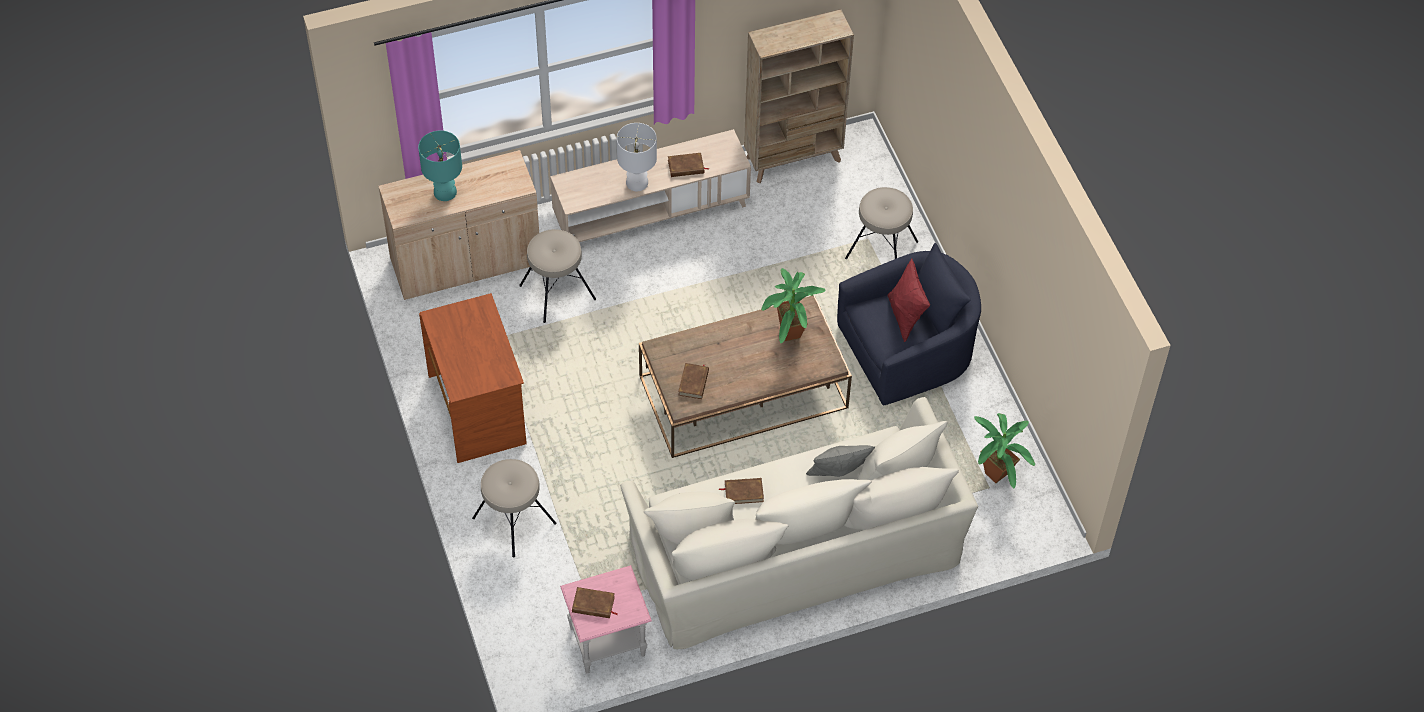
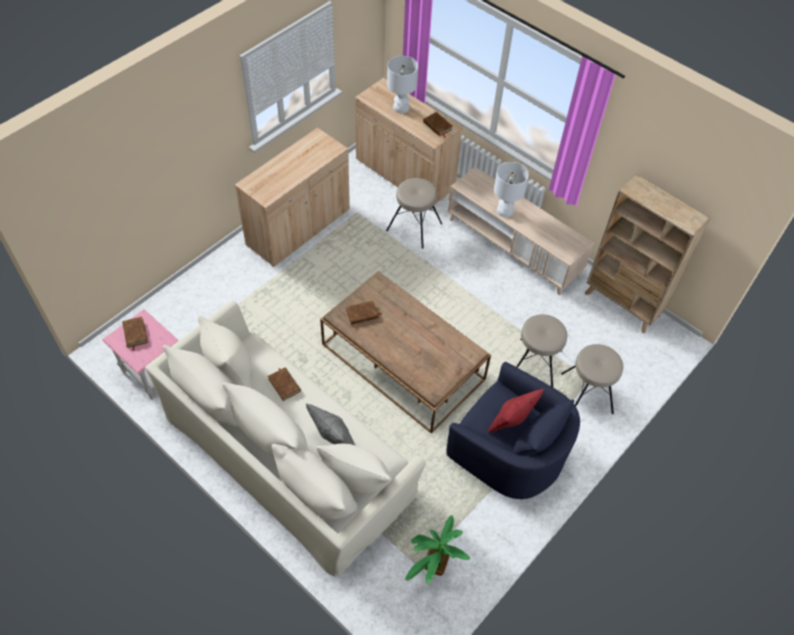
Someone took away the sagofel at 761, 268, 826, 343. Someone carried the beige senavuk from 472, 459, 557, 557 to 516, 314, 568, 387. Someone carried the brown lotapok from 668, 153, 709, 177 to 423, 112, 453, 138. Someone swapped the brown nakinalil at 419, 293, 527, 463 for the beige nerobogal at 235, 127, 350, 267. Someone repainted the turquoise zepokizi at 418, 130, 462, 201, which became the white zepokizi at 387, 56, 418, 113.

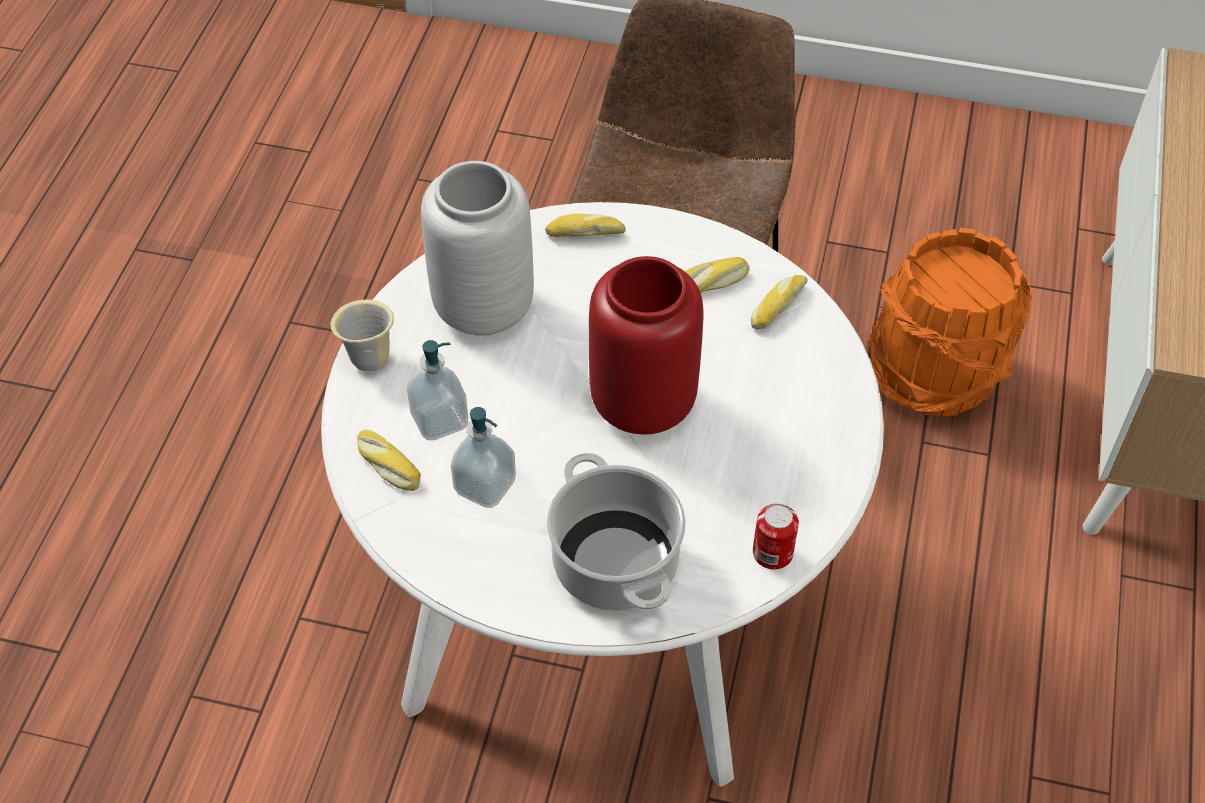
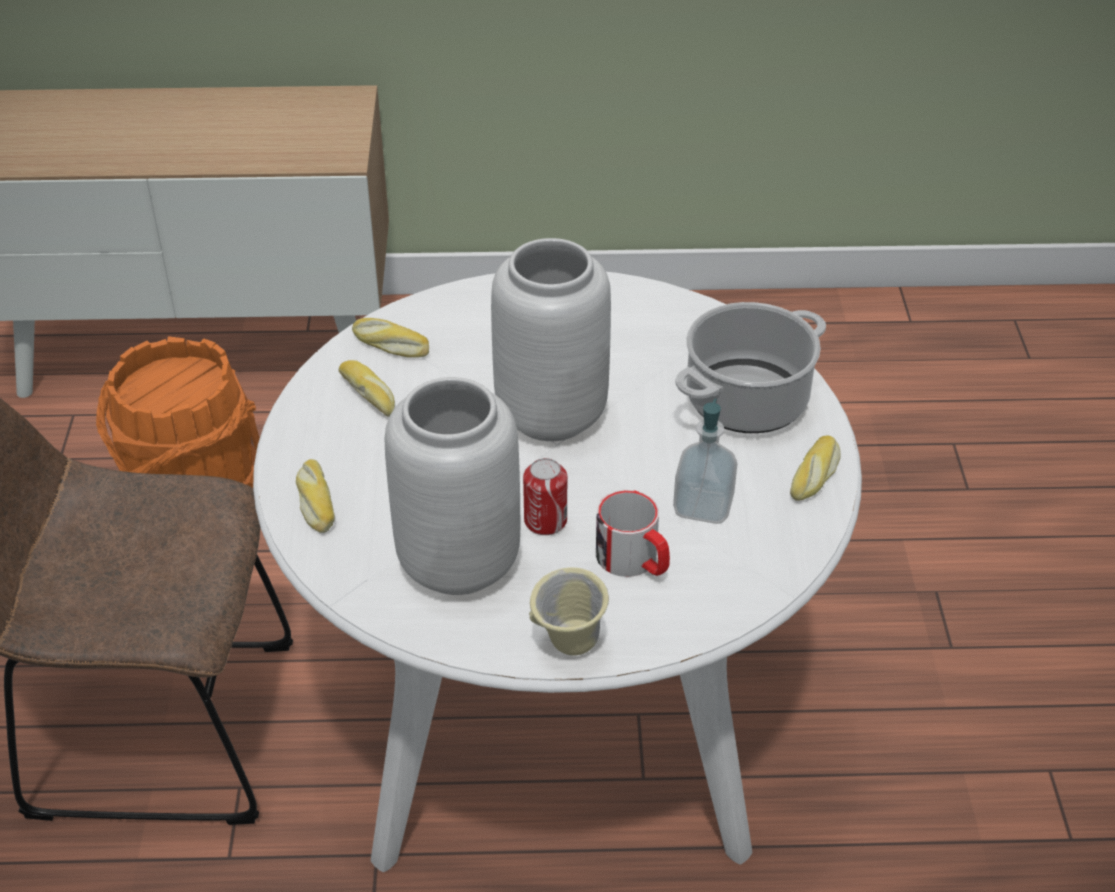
Someone carried the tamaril from 357, 430, 421, 491 to 790, 436, 841, 501. Someone carried the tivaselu from 753, 504, 799, 569 to 523, 458, 567, 535. Someone swapped the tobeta at 407, 340, 468, 440 for the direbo at 596, 490, 670, 577. Someone repainted the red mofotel at 589, 256, 703, 435, which became the grey mofotel at 491, 238, 611, 441.

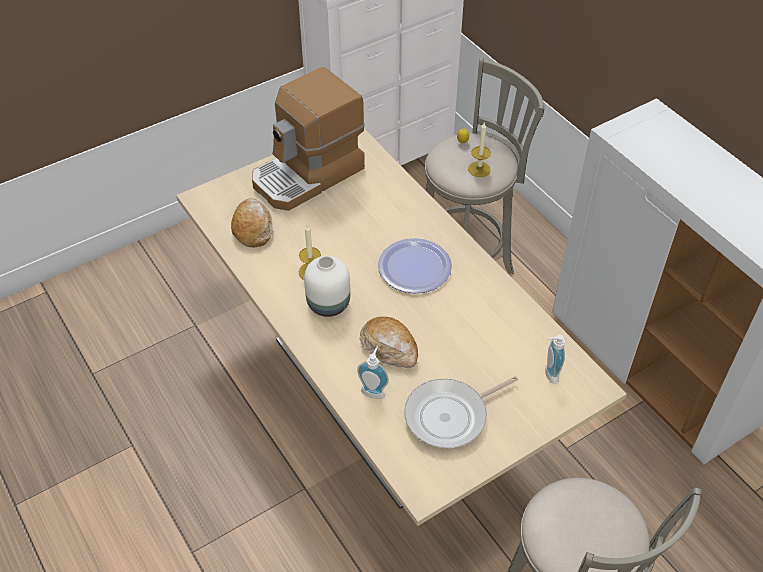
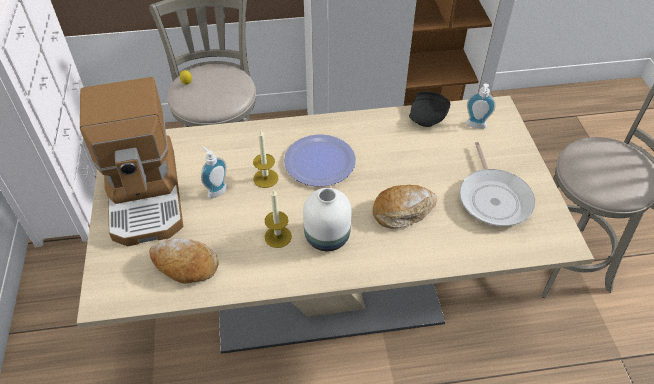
Someone put down the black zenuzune at 409, 91, 450, 127. Someone carried the tobeta from 357, 346, 389, 399 to 201, 146, 228, 198. Someone carried the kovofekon from 468, 123, 491, 177 to 253, 129, 278, 188.

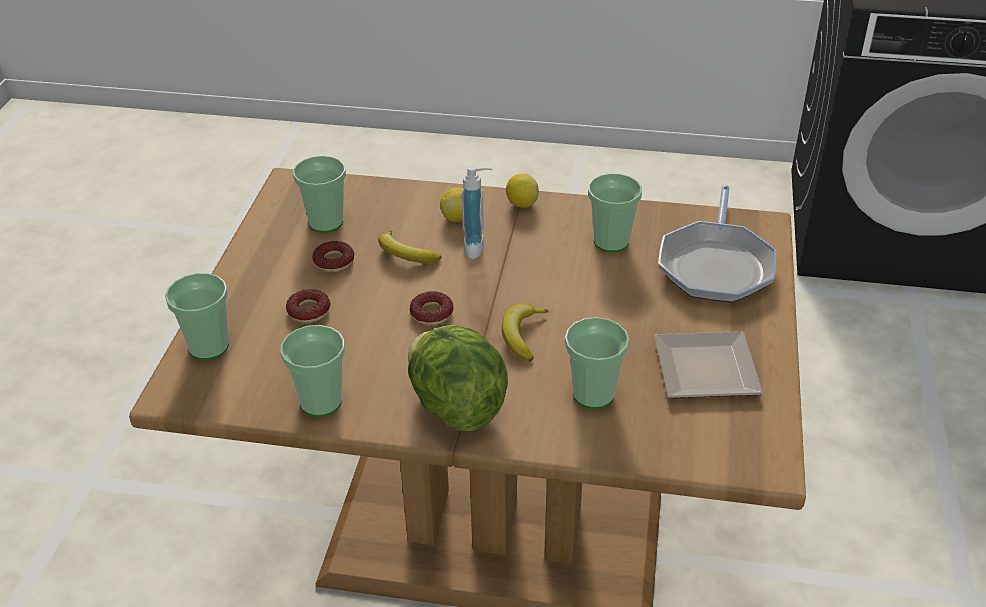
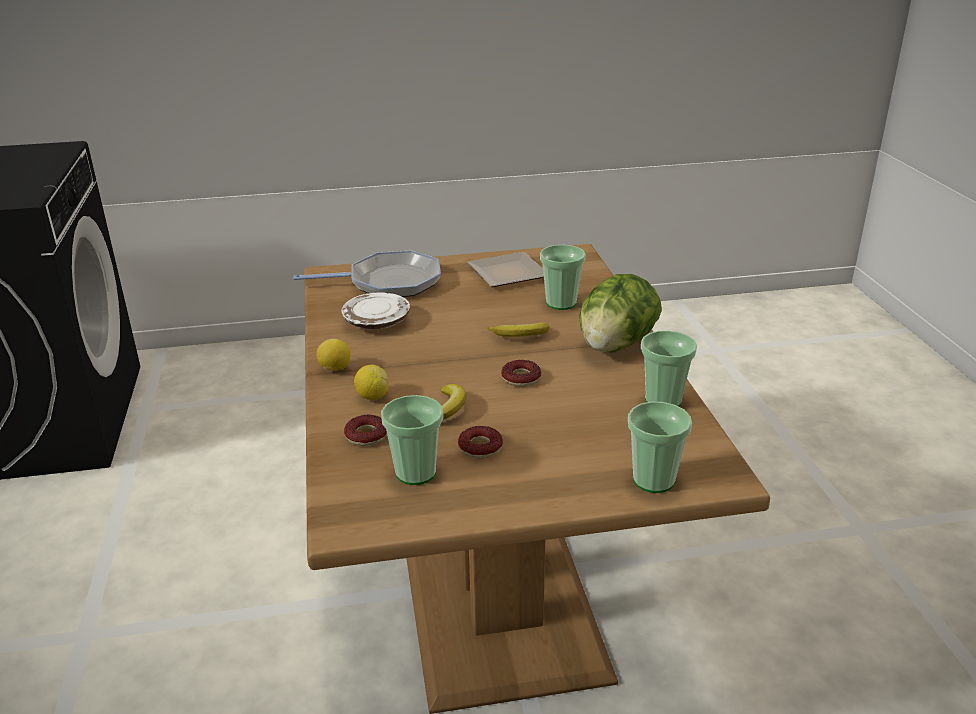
Someone took away the tobeta at 462, 165, 493, 259. Someone carried the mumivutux from 286, 289, 331, 323 to 344, 415, 387, 446. Someone swapped the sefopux at 588, 173, 642, 252 for the white zenuzune at 342, 292, 410, 330.

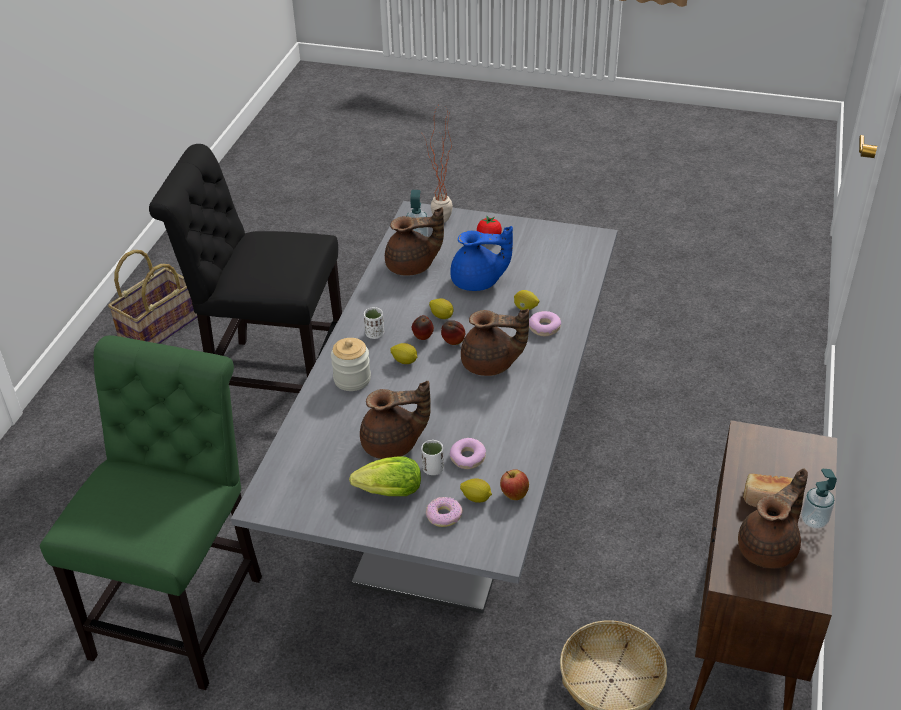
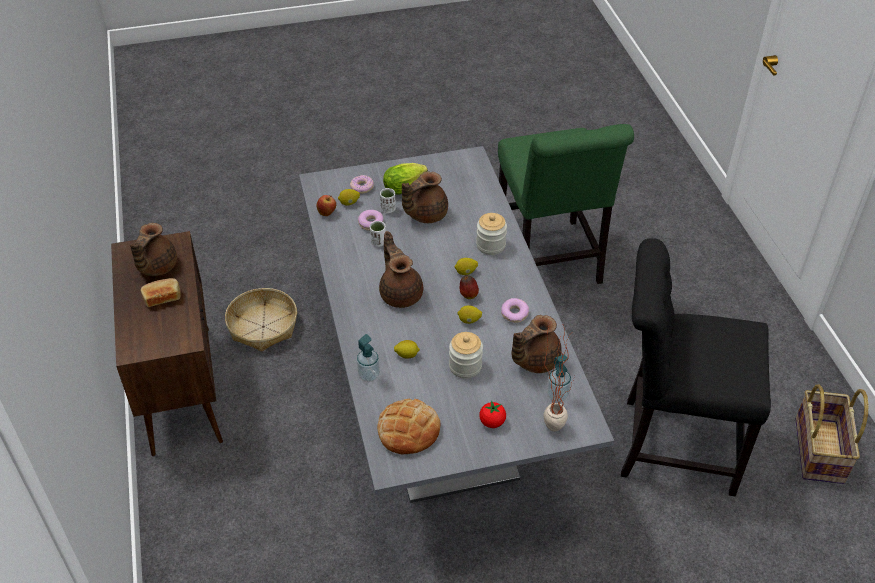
Someone took away the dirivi at 441, 320, 465, 345. Someone put down the tamaril at 377, 399, 440, 454. Someone carried the white sefopux from 364, 307, 384, 339 to 370, 221, 386, 247. Someone carried the mumivutux from 529, 311, 561, 336 to 501, 298, 529, 323. Someone carried the tobeta from 801, 468, 837, 529 to 357, 334, 380, 382. Someone swapped the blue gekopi at 450, 226, 513, 291 for the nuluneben at 449, 332, 483, 379. Someone rotated the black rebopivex at 149, 144, 342, 393 by 150 degrees counterclockwise. Someone rotated the brown gekopi at 461, 309, 529, 376 by 90 degrees clockwise.

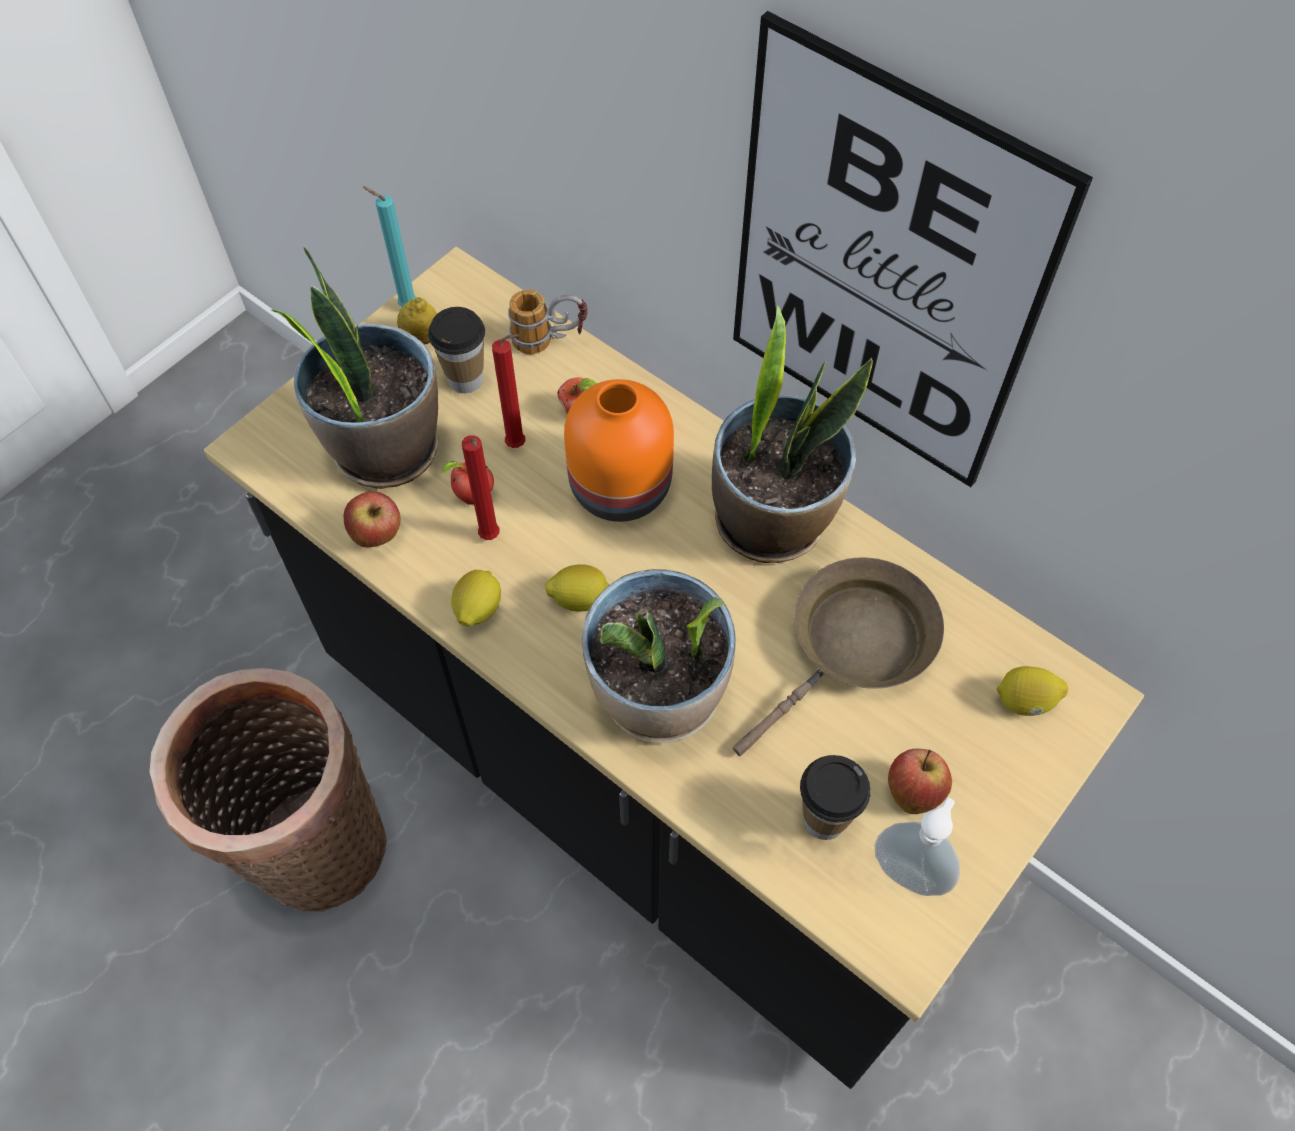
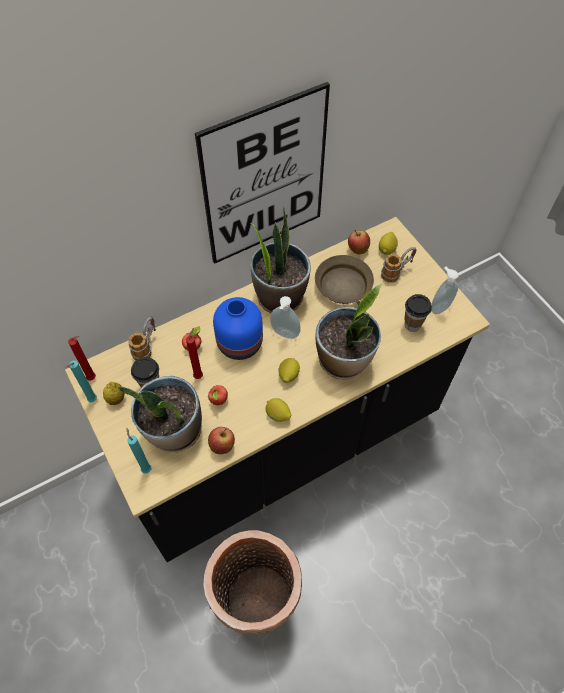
Someone put down the turquoise kovofekon at 126, 428, 151, 474. Someone put down the tobeta at 270, 296, 301, 339. Someone put down the direbo at 381, 247, 417, 283. Someone carried the red kovofekon from 462, 435, 500, 540 to 68, 336, 96, 381. Someone carried the dirivi from 888, 749, 952, 814 to 348, 230, 370, 254. Someone repainted the orange mofotel at 564, 379, 674, 522, which became the blue mofotel at 213, 297, 263, 360.

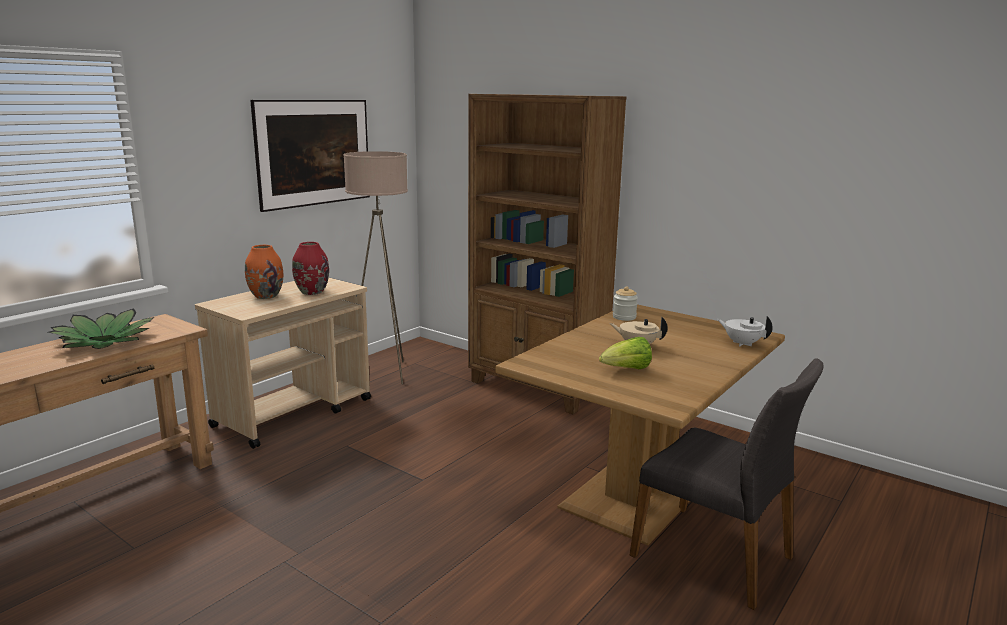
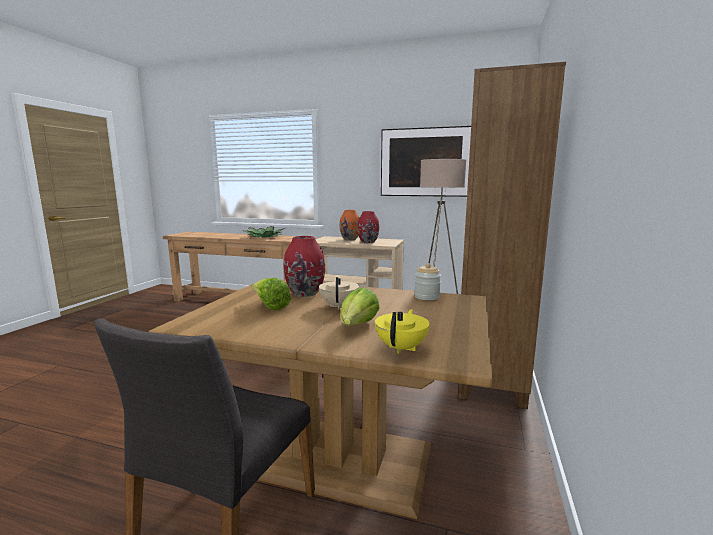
Someone put down the red mofotel at 284, 236, 325, 297. Someone put down the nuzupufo at 340, 287, 380, 326. Someone repainted the white gekopi at 717, 316, 773, 346, which became the yellow gekopi at 375, 309, 430, 354.

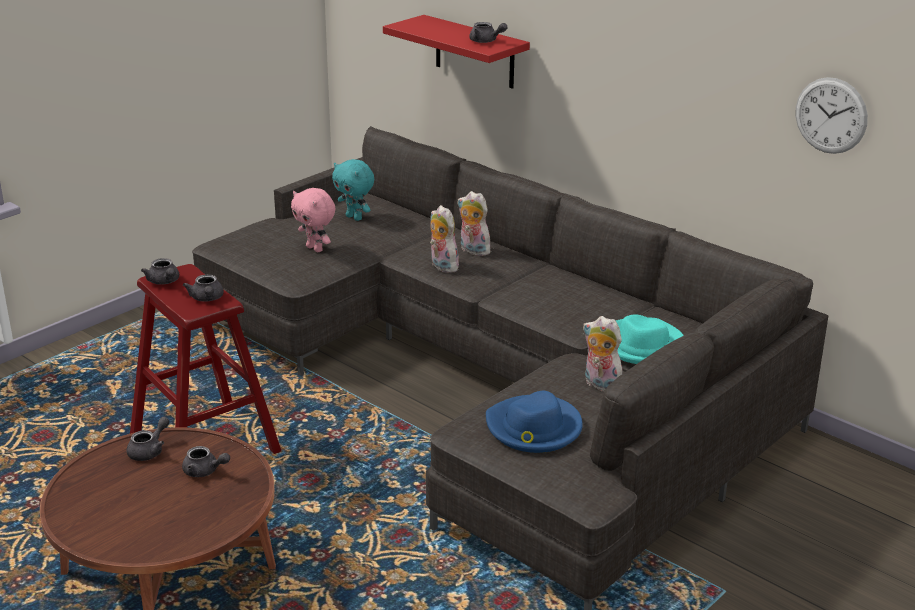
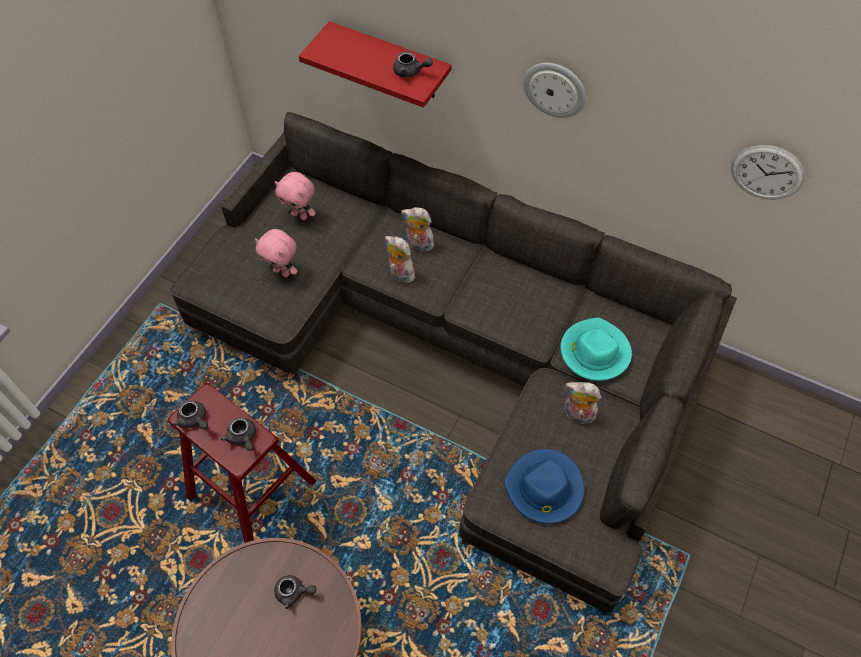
Someone took away the grey gekopi at 127, 417, 170, 461. Someone put up the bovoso at 524, 63, 586, 118. Someone repainted the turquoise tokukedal at 332, 159, 374, 221, which became the pink tokukedal at 275, 172, 316, 220.

